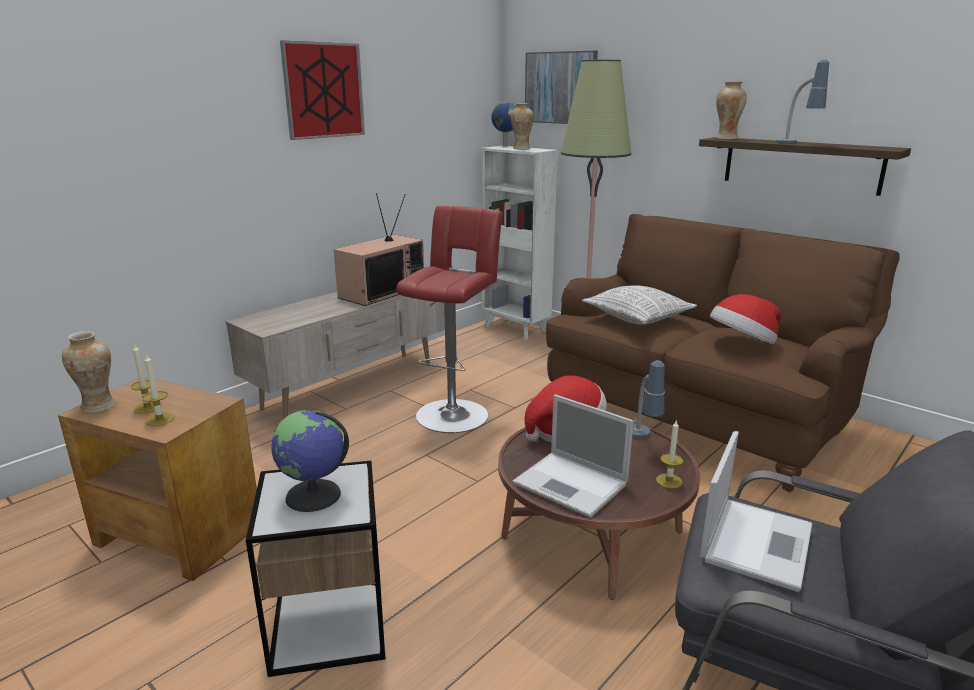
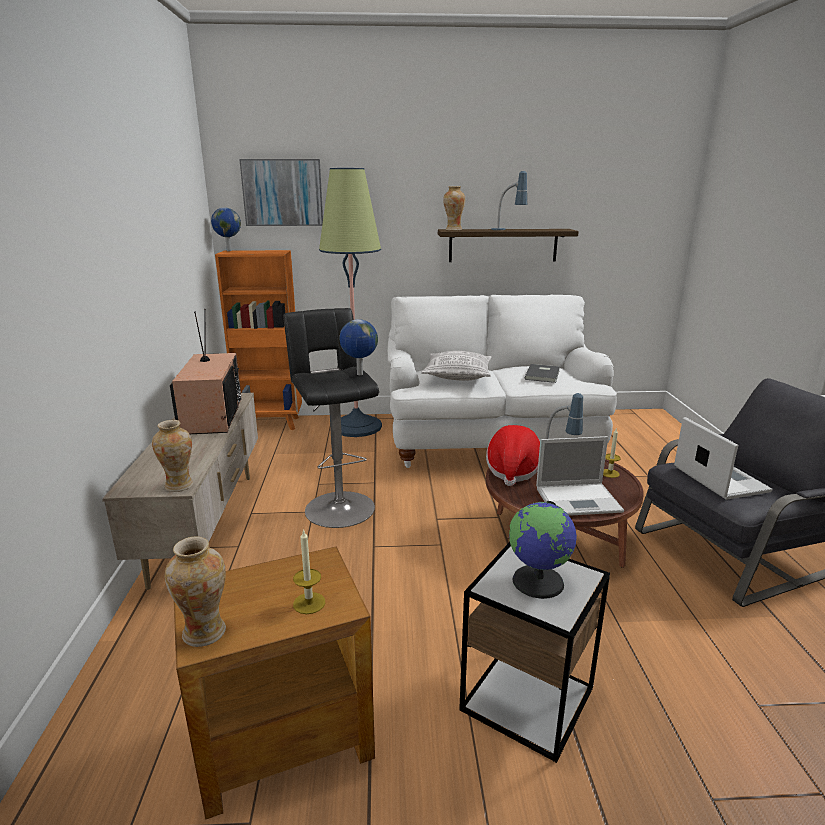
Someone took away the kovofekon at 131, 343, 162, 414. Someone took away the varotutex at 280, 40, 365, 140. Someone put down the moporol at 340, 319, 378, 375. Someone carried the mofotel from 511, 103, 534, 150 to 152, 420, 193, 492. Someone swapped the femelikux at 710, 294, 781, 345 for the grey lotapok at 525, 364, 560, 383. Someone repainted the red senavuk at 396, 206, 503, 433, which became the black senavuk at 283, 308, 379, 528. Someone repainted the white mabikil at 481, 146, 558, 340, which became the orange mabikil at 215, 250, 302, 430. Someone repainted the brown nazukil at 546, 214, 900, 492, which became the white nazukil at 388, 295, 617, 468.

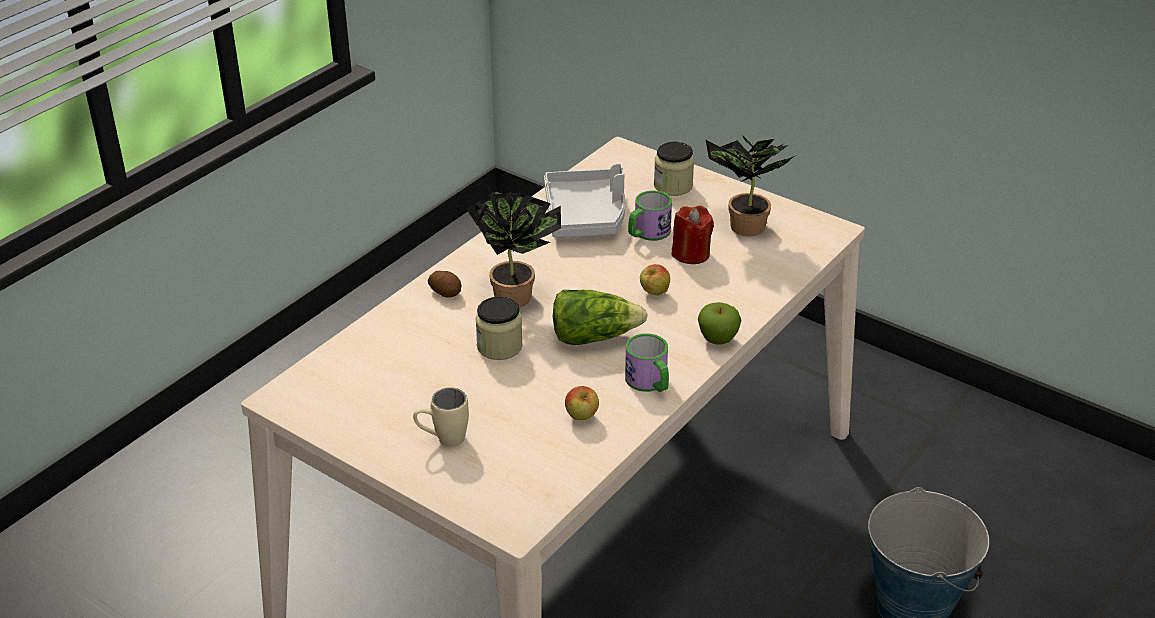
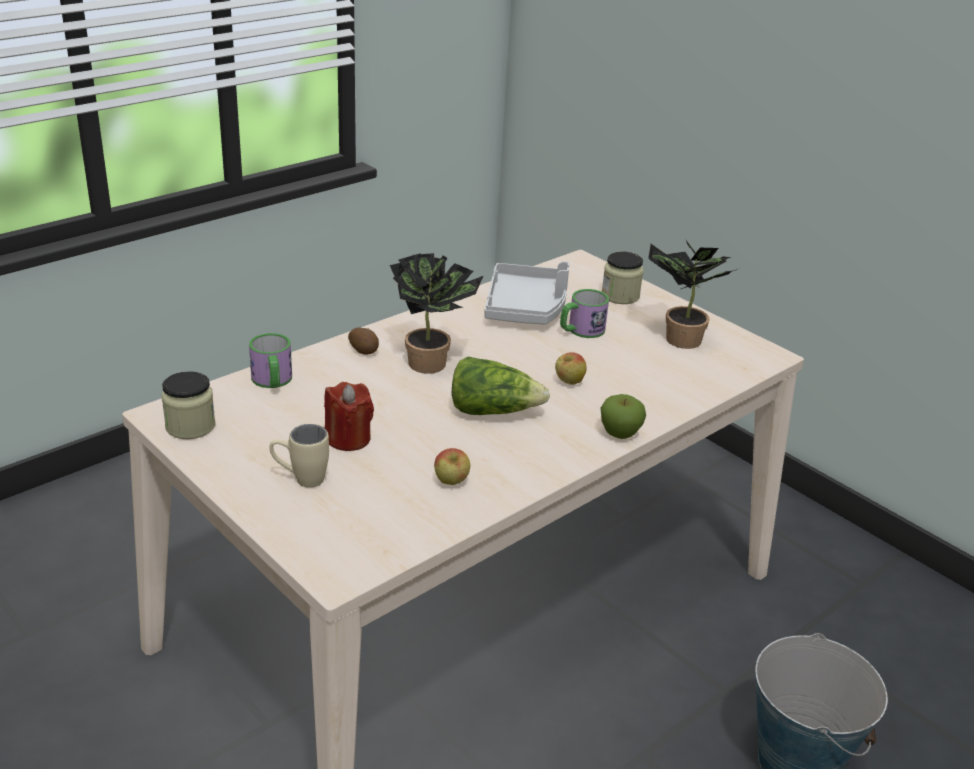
Someone carried the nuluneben from 475, 296, 523, 360 to 161, 371, 216, 439. Someone carried the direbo from 625, 333, 669, 392 to 249, 333, 292, 388. Someone carried the red kovofekon from 672, 205, 714, 264 to 324, 382, 374, 451.

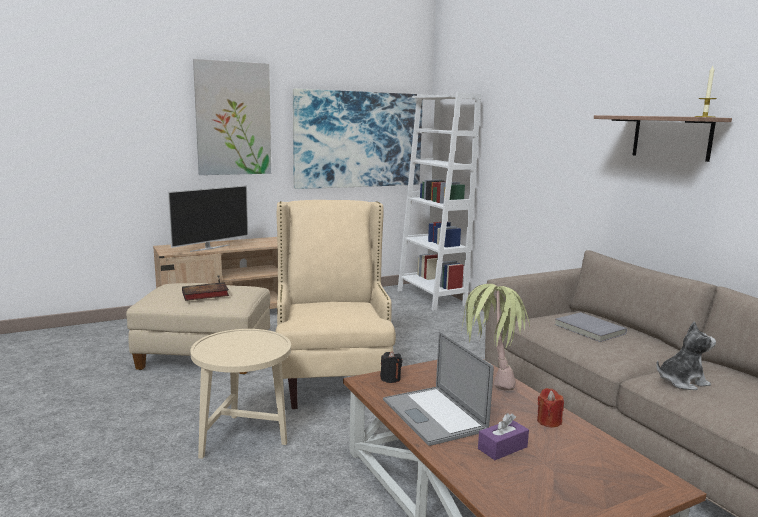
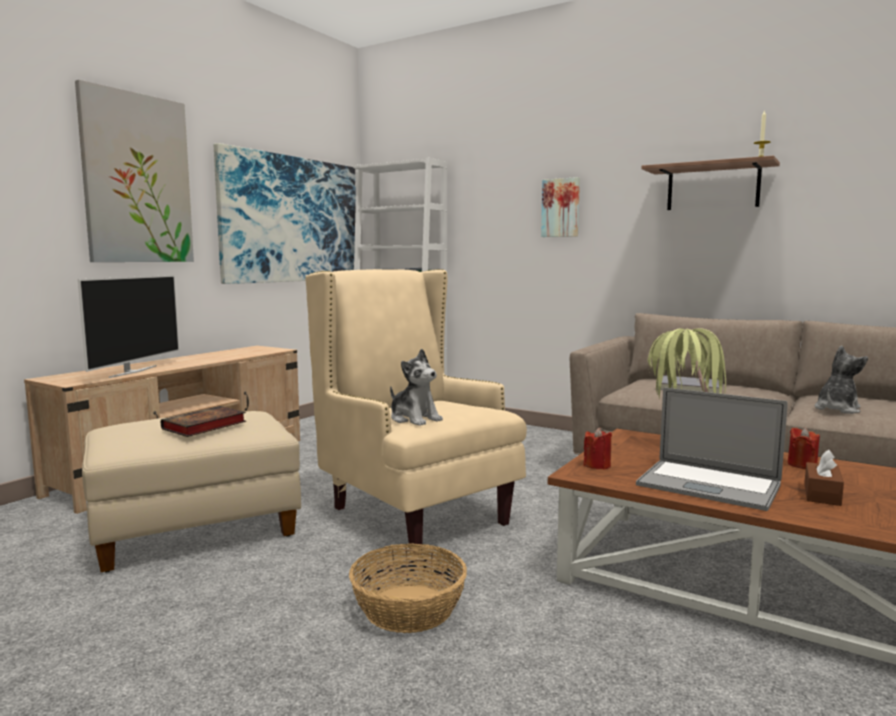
Someone put down the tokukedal at 390, 349, 443, 426. Someone put up the varotutex at 541, 177, 580, 237. Someone swapped the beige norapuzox at 190, 329, 291, 459 for the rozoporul at 349, 544, 467, 633. Someone repainted the black kovofekon at 380, 351, 402, 383, which became the red kovofekon at 583, 428, 612, 470. Someone repainted the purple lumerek at 478, 413, 529, 460, which became the brown lumerek at 804, 450, 844, 506.

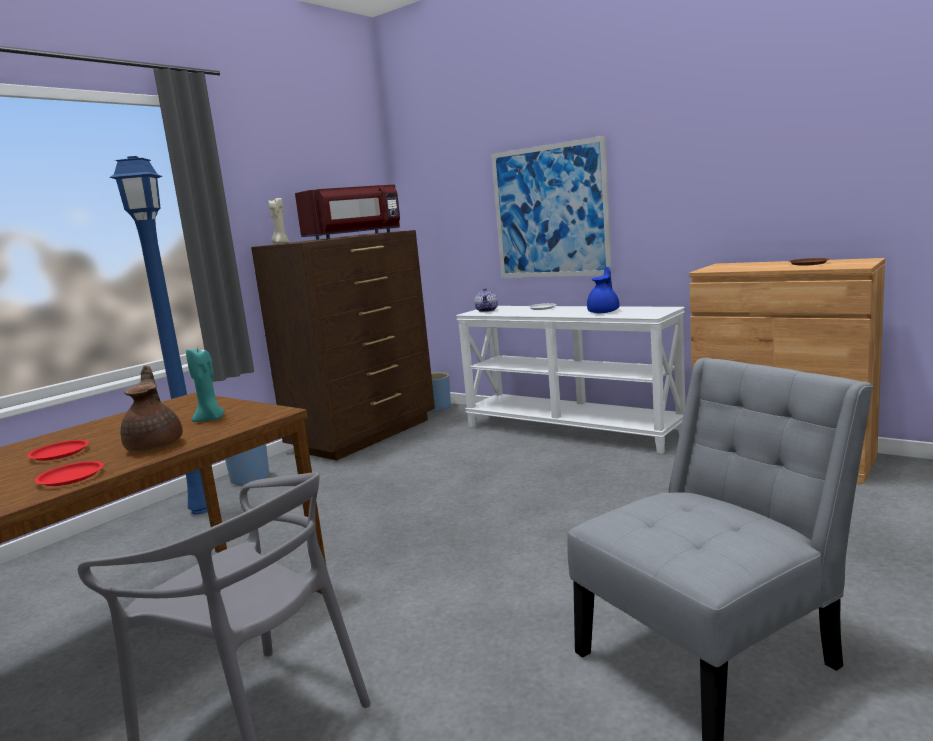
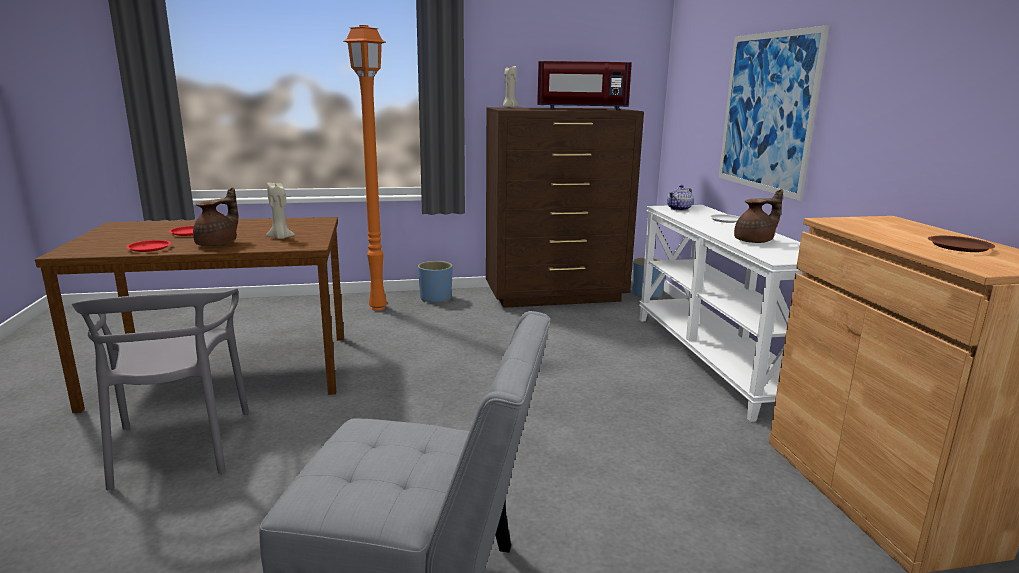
Someone repainted the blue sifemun at 109, 156, 208, 515, which became the orange sifemun at 344, 25, 387, 311. Someone repainted the turquoise kovofekon at 186, 348, 225, 422, which became the beige kovofekon at 267, 183, 295, 239. Someone repainted the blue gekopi at 587, 267, 619, 313, which became the brown gekopi at 734, 189, 783, 243.

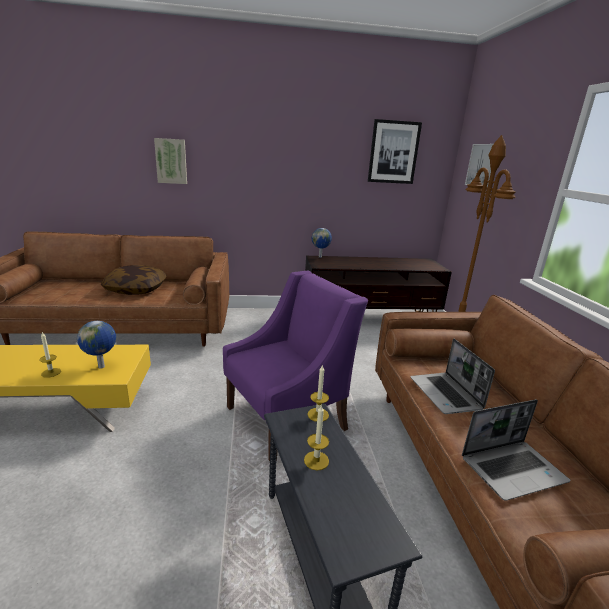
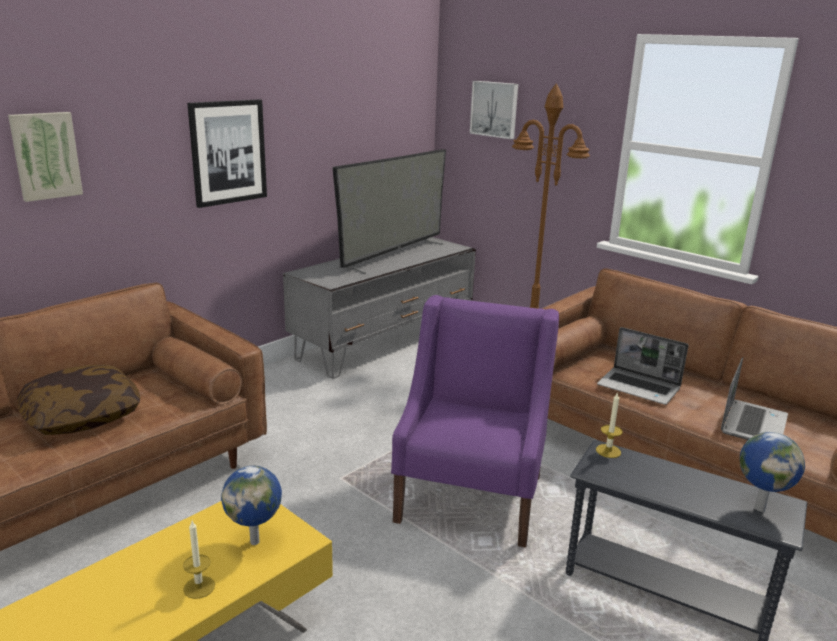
Someone took away the kovofekon at 304, 404, 329, 470. Someone put down the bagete at 332, 149, 446, 274. Someone carried the moporol from 312, 228, 332, 258 to 740, 432, 805, 512. Someone carried the varotutex from 368, 119, 422, 184 to 187, 99, 267, 208. Someone repainted the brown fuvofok at 305, 256, 452, 312, which became the grey fuvofok at 283, 237, 476, 379.

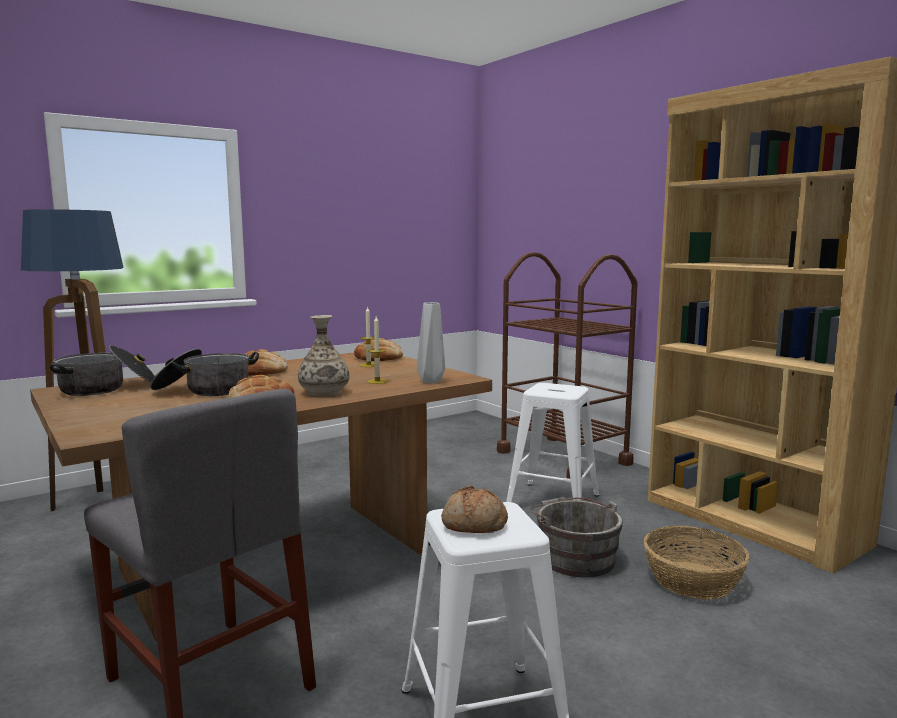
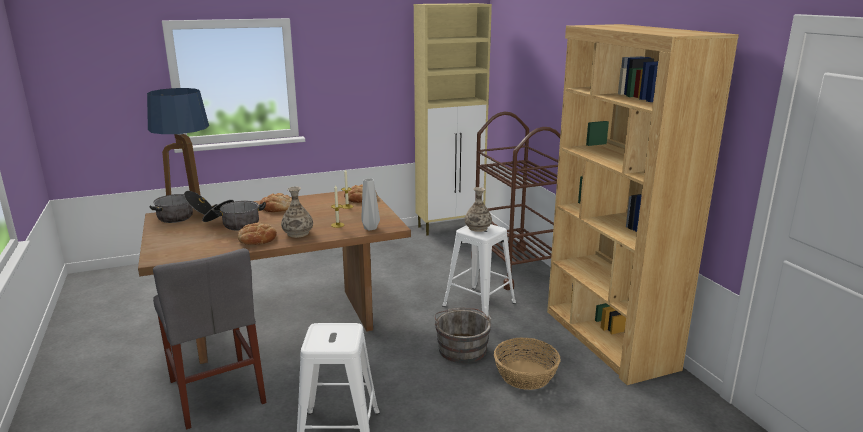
Someone took away the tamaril at 441, 486, 508, 533. Someone put down the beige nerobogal at 414, 3, 492, 236. Someone put down the mofotel at 465, 187, 492, 232.

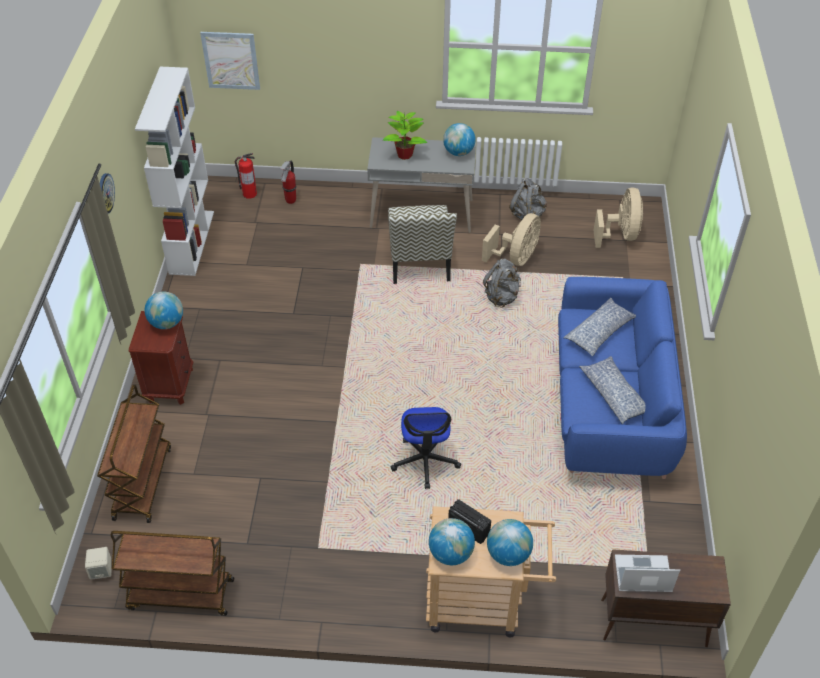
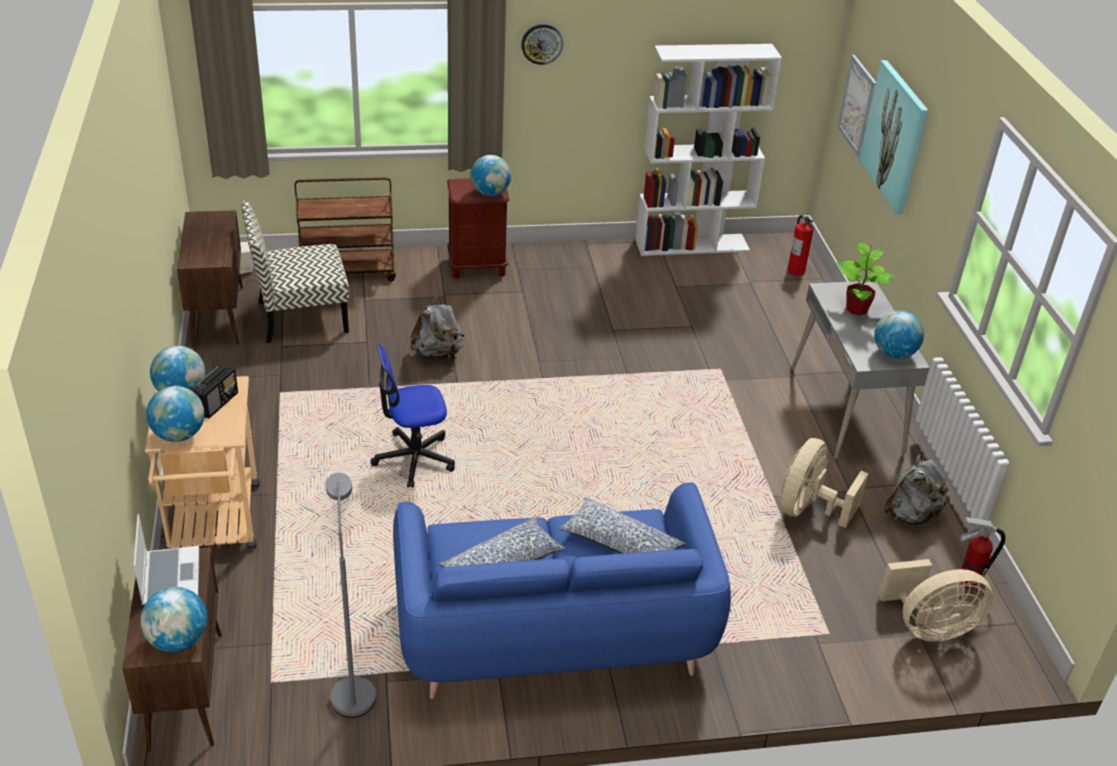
Someone put down the moporol at 140, 587, 207, 652. Someone put down the grey sifemun at 326, 473, 376, 718. Someone put up the varotutex at 859, 60, 928, 214. Someone carried the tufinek from 280, 161, 297, 204 to 960, 517, 1006, 588. Someone carried the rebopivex from 388, 205, 457, 284 to 242, 201, 350, 343. Someone carried the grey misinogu from 483, 259, 521, 308 to 410, 297, 465, 361. Someone swapped the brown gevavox at 111, 531, 234, 616 for the brown nerobogal at 177, 210, 243, 347. Someone rotated the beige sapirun at 482, 213, 541, 266 by 105 degrees clockwise.

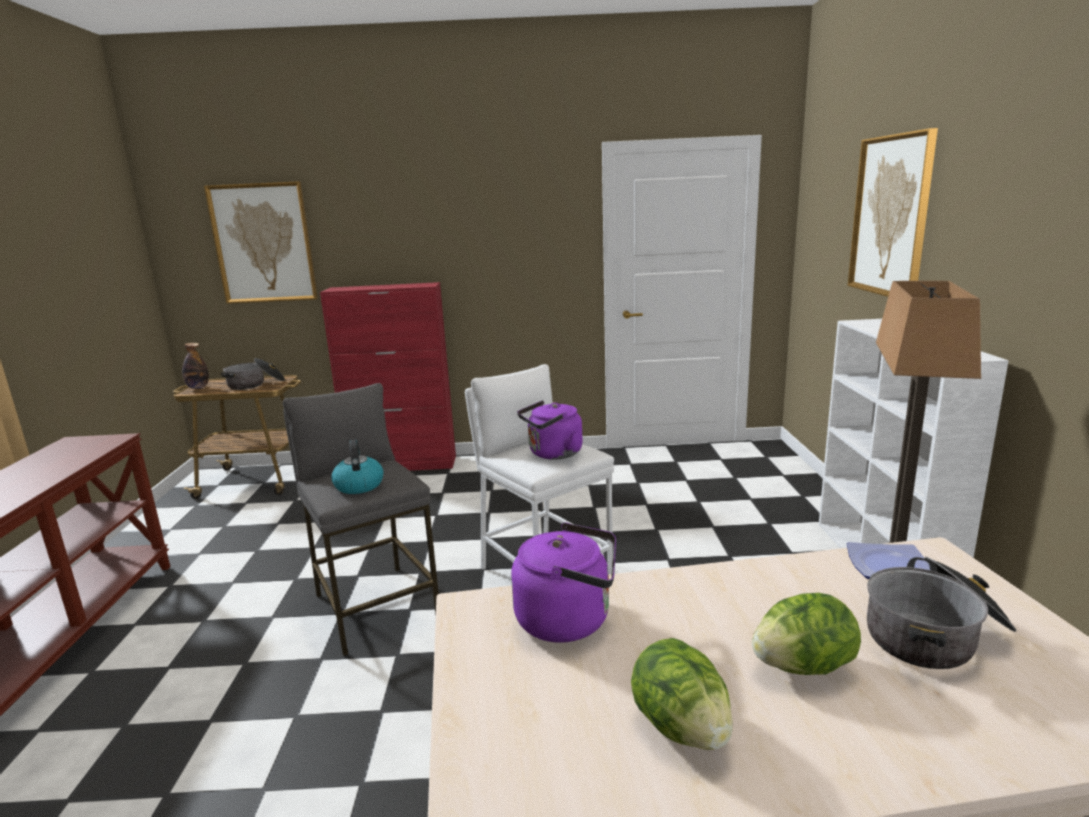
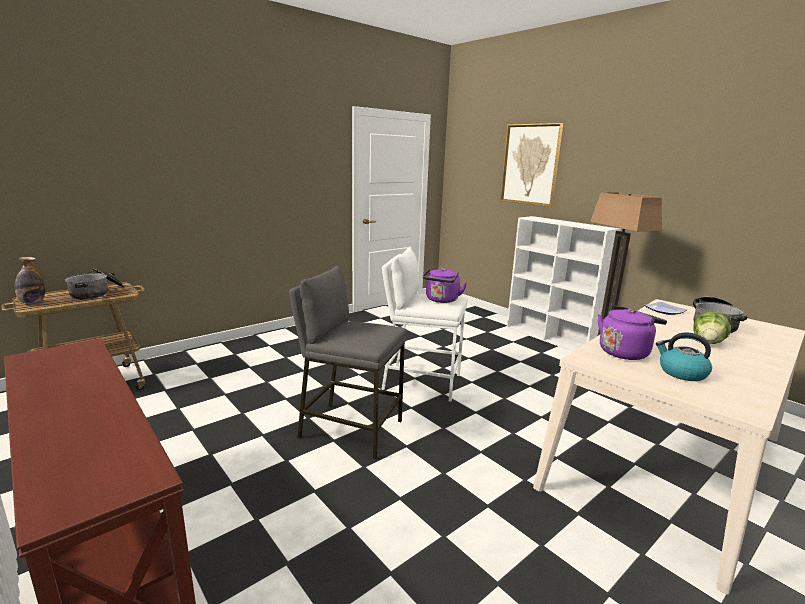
Someone took away the varotutex at 204, 181, 318, 304. Someone took away the red nerobogal at 320, 282, 456, 471. Someone took away the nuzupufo at 631, 638, 733, 750. Someone carried the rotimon from 331, 439, 384, 494 to 656, 333, 712, 381.

